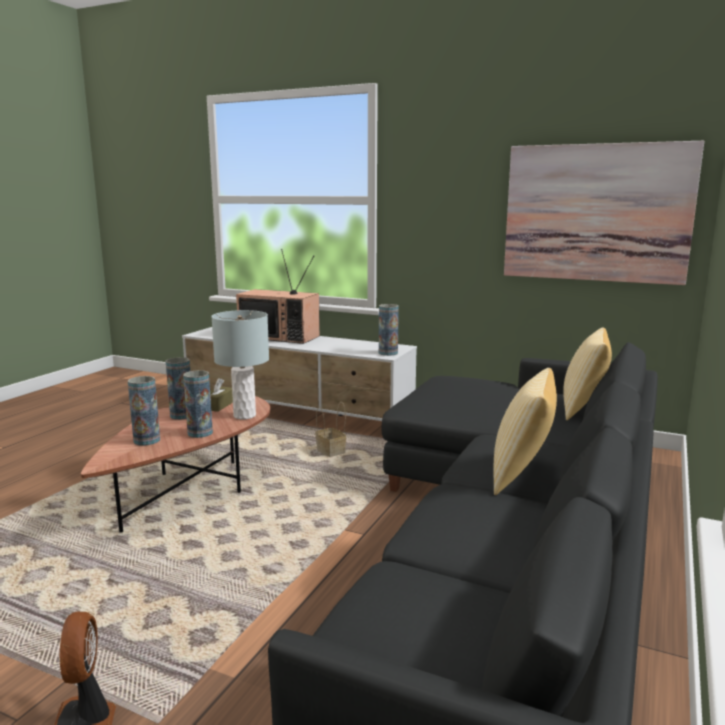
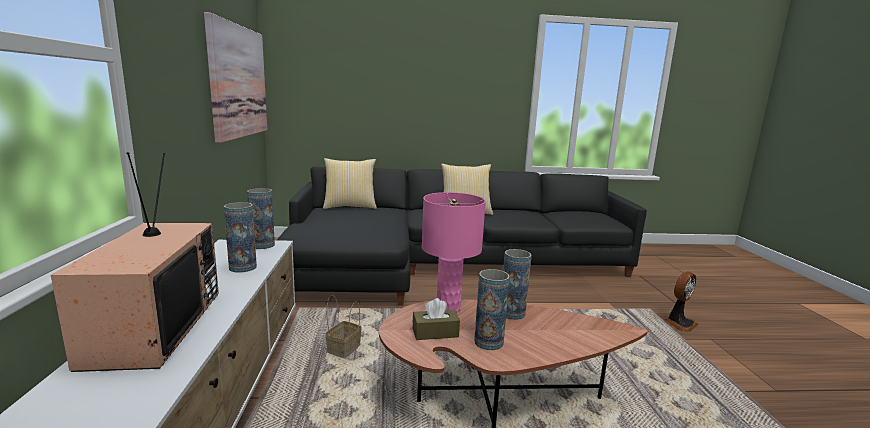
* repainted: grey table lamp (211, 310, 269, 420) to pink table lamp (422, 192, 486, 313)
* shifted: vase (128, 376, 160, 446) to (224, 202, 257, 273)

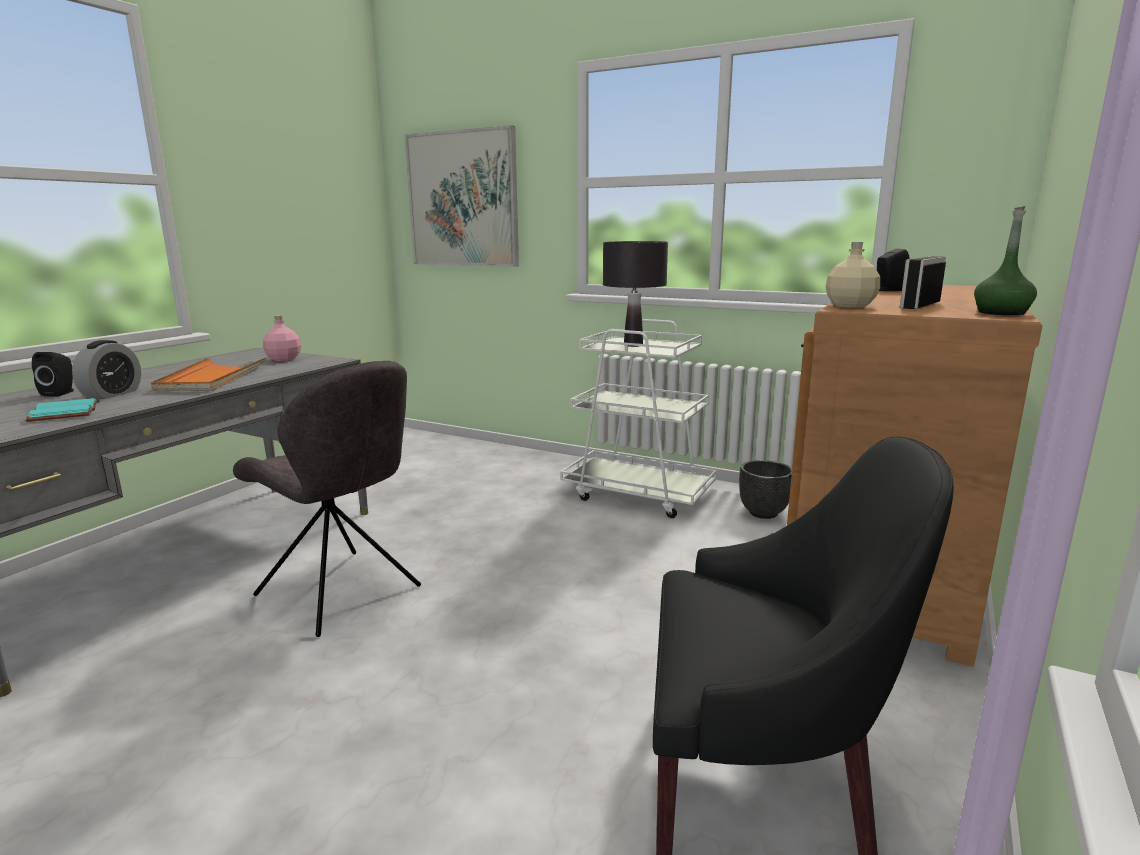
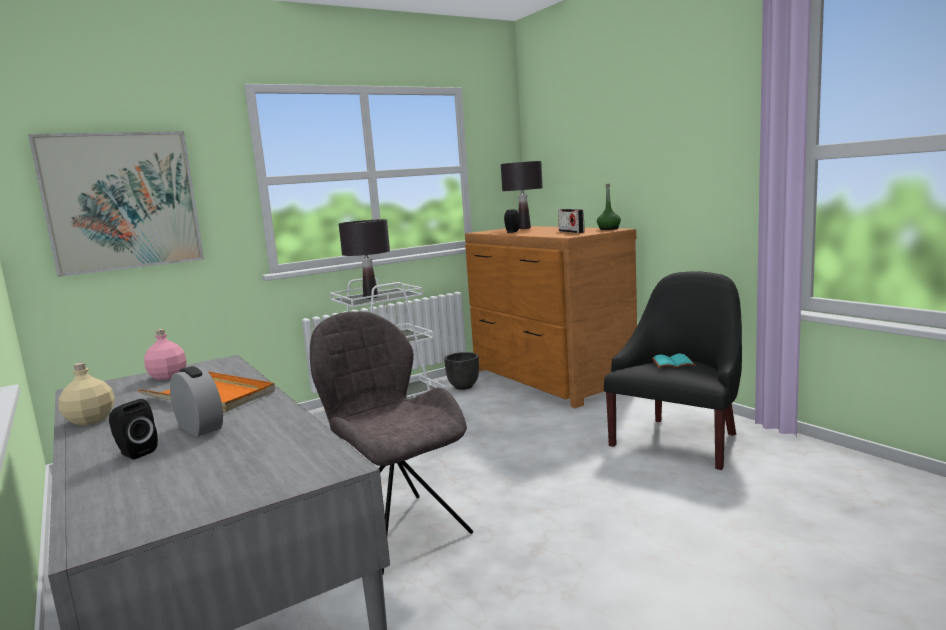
* shifted: beige bottle (826, 242, 880, 308) to (58, 362, 115, 426)
* rotated: grey chair (233, 361, 421, 637) = (310, 312, 473, 575) 105 degrees counterclockwise
* shifted: turquoise book (25, 398, 99, 422) to (652, 354, 696, 368)
* new: black table lamp (501, 161, 543, 229)

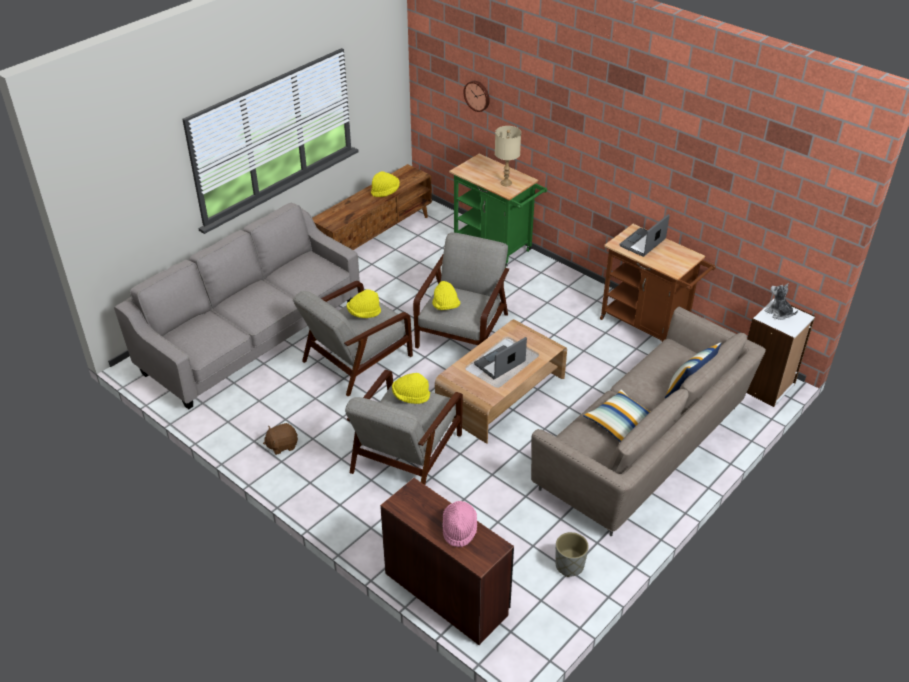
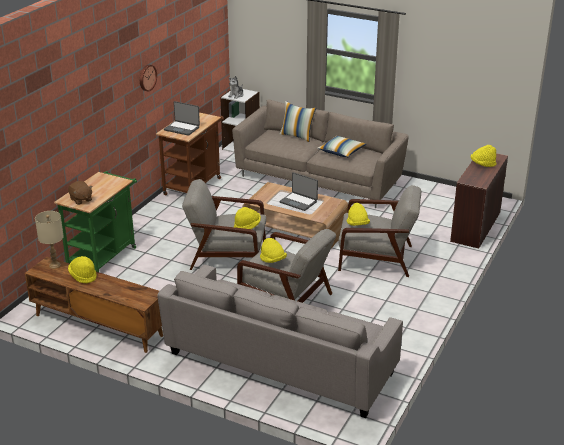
* shifted: wall clock (463, 81, 490, 112) to (140, 65, 157, 91)
* shifted: beige table lamp (495, 126, 521, 186) to (35, 211, 64, 269)
* shifted: brown plush toy (263, 423, 298, 455) to (68, 181, 93, 205)
* repainted: pink hat (442, 501, 477, 547) to yellow hat (471, 145, 496, 167)
* gone: grey planter (555, 532, 589, 577)

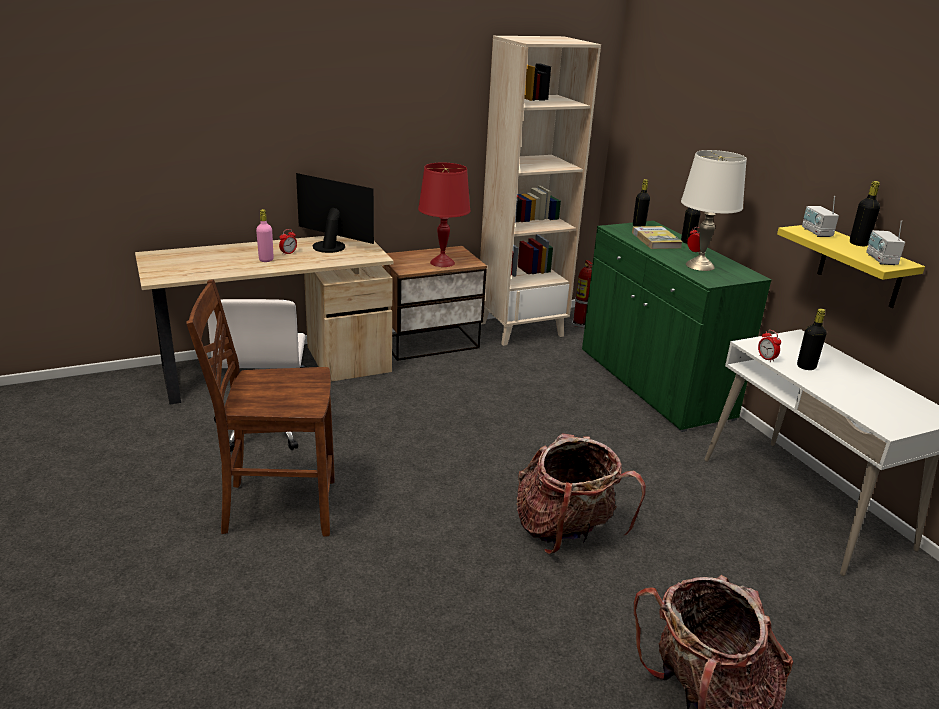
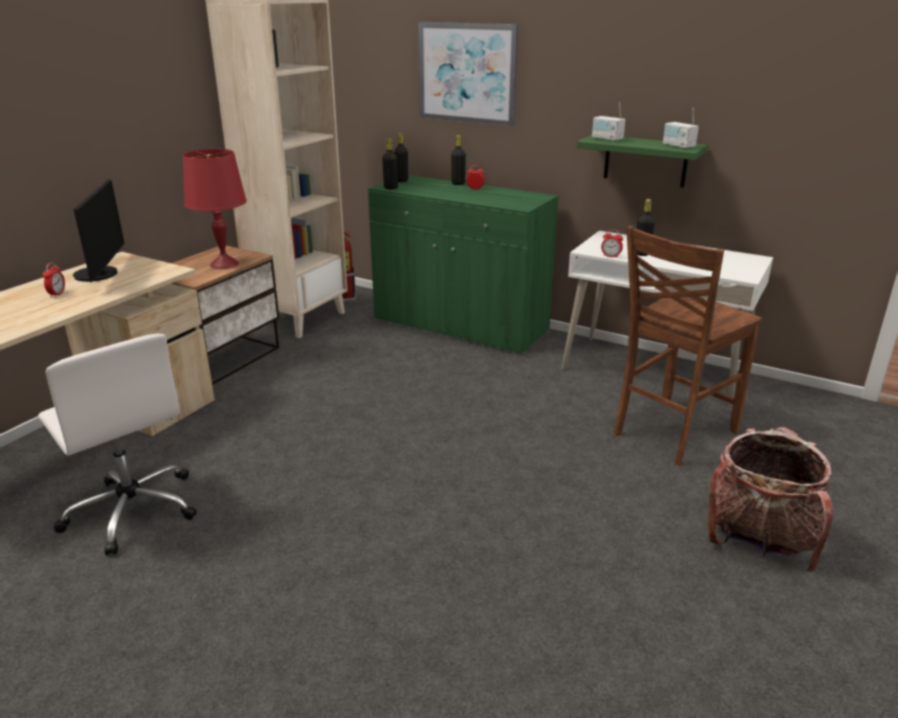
* gone: white table lamp (681, 150, 747, 271)
* rotated: monitor (296, 173, 374, 253) = (73, 179, 125, 283) 90 degrees clockwise
* shifted: black bottle (850, 181, 880, 246) to (382, 139, 398, 189)
* gone: pink bottle (256, 209, 274, 262)
* repainted: yellow shelf (777, 225, 925, 308) to green shelf (576, 135, 707, 188)
* gone: book (632, 226, 683, 249)
* shifted: brown chair (186, 279, 335, 537) to (614, 226, 762, 466)
* gone: backpack (516, 433, 646, 554)
* new: picture (418, 22, 518, 126)

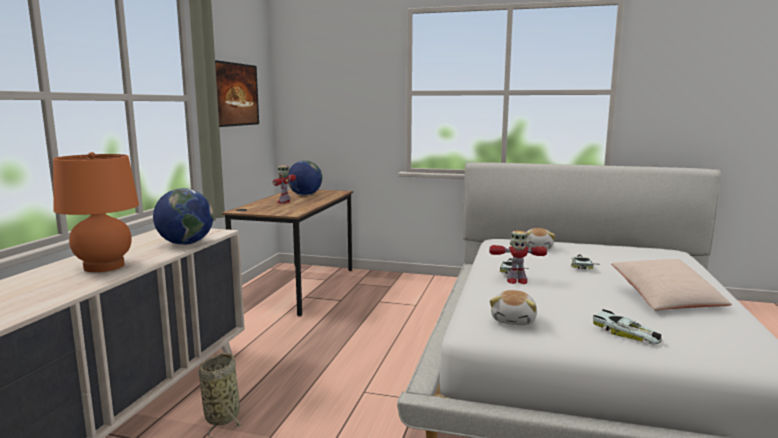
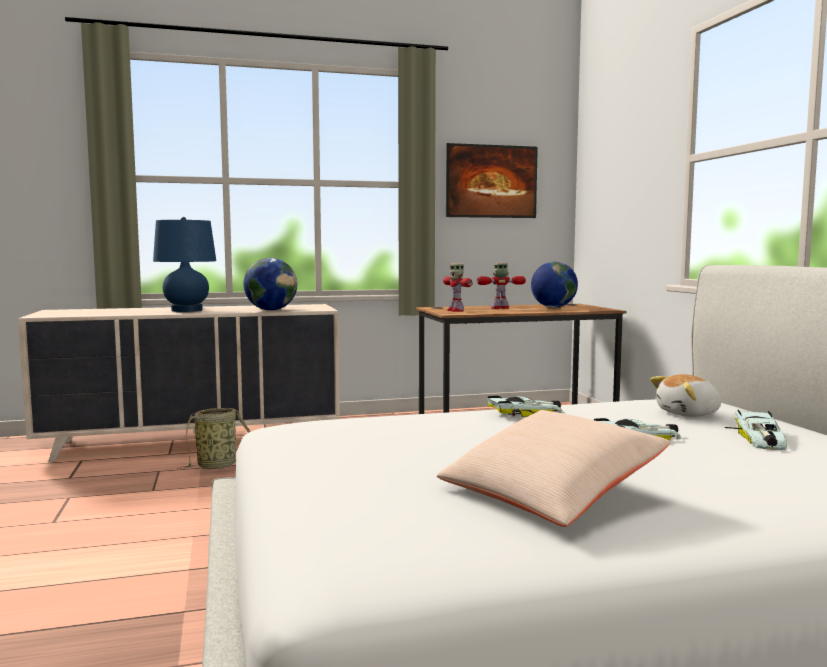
* repainted: orange table lamp (53, 152, 139, 272) to blue table lamp (153, 217, 216, 312)
* shifted: toy robot (489, 231, 547, 284) to (443, 263, 473, 312)
* gone: plush toy (490, 290, 537, 326)
* shifted: toy car (593, 309, 662, 345) to (725, 410, 787, 450)

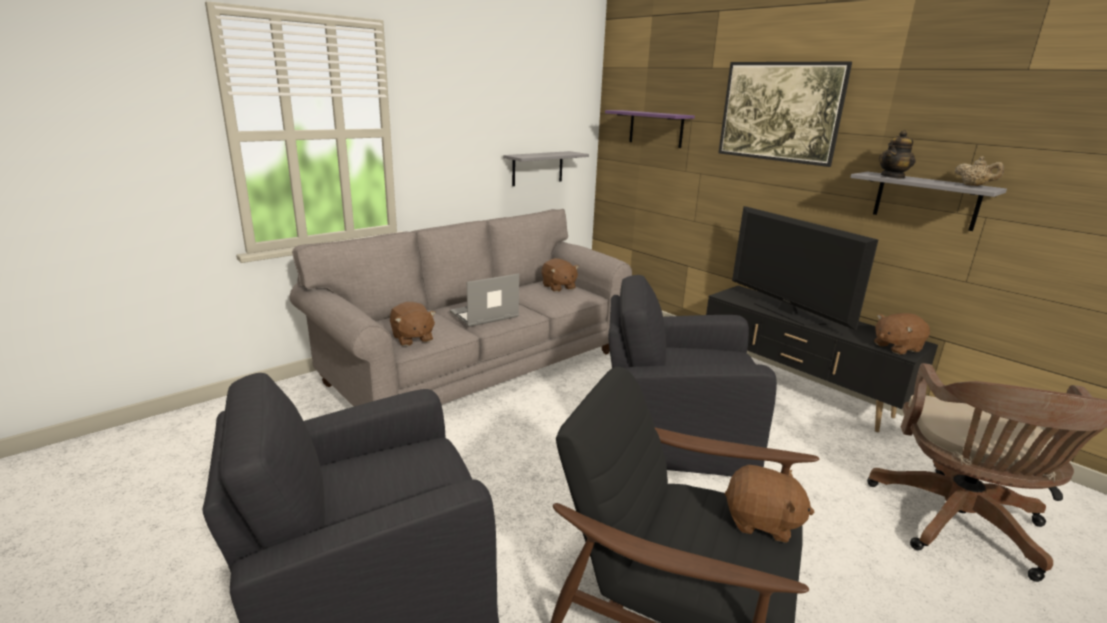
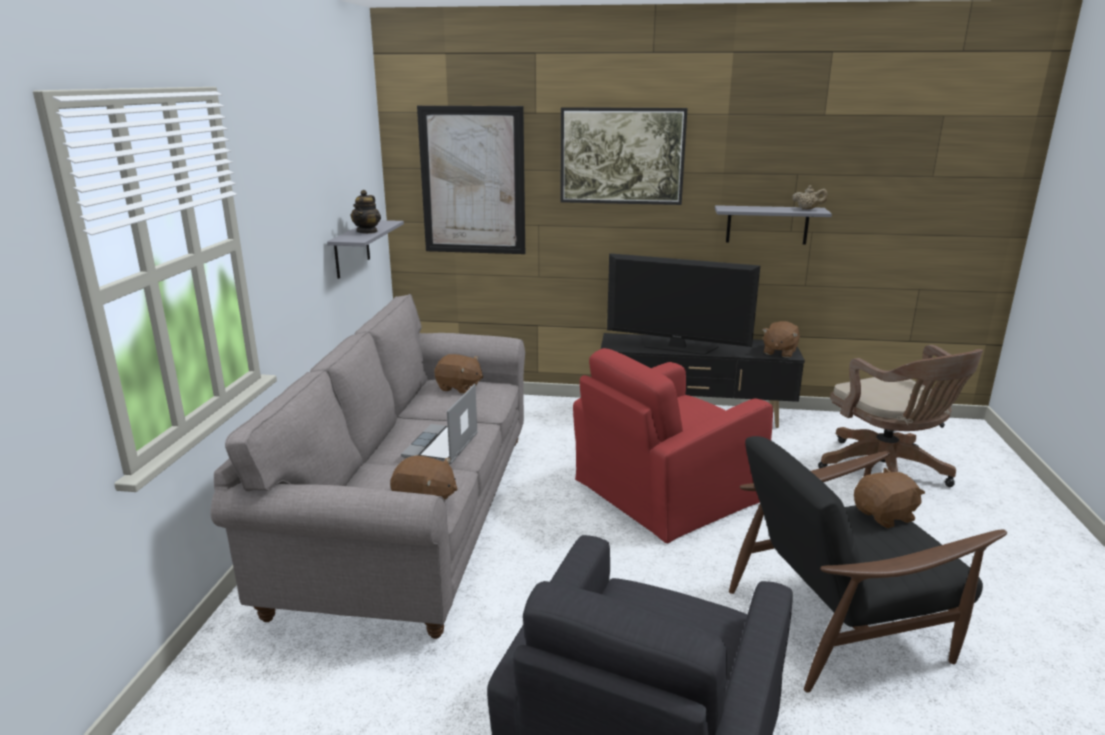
* swapped: purple shelf (605, 110, 695, 148) to picture (417, 106, 525, 254)
* shifted: teapot (879, 130, 916, 178) to (350, 190, 381, 234)
* repainted: black armchair (608, 275, 777, 476) to red armchair (573, 348, 773, 544)

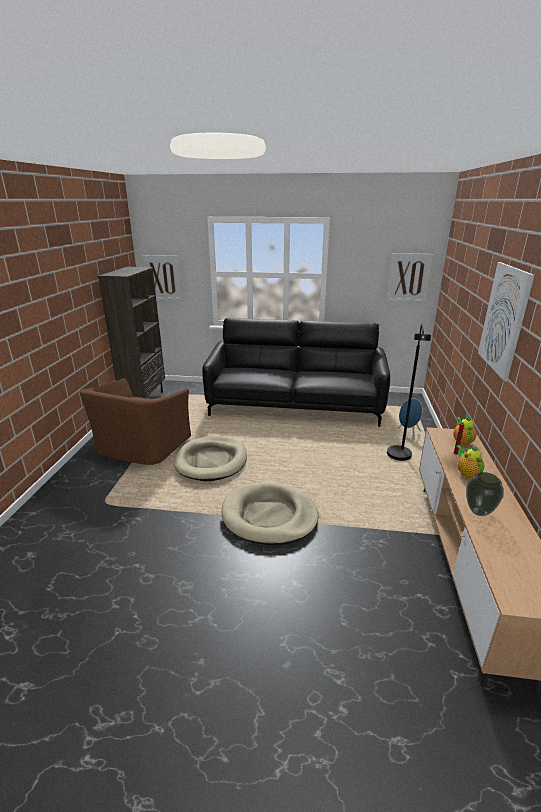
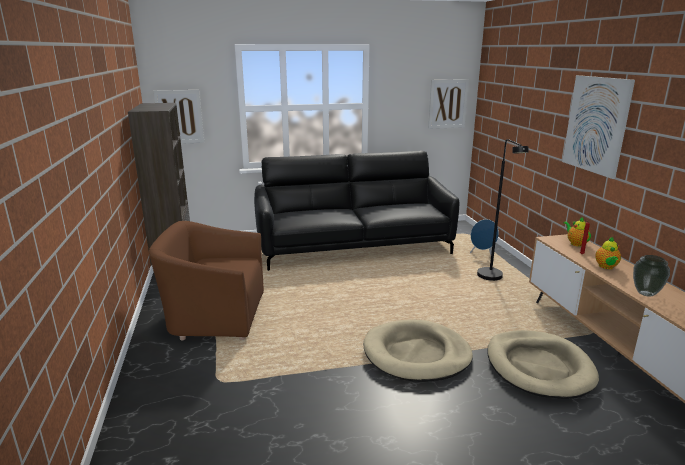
* rotated: brown armchair (80, 378, 191, 465) = (149, 221, 264, 340) 90 degrees clockwise
* shifted: beige dog bed (174, 436, 247, 481) to (487, 330, 599, 399)
* rotated: teapot (456, 445, 484, 479) = (595, 237, 621, 269) 135 degrees counterclockwise

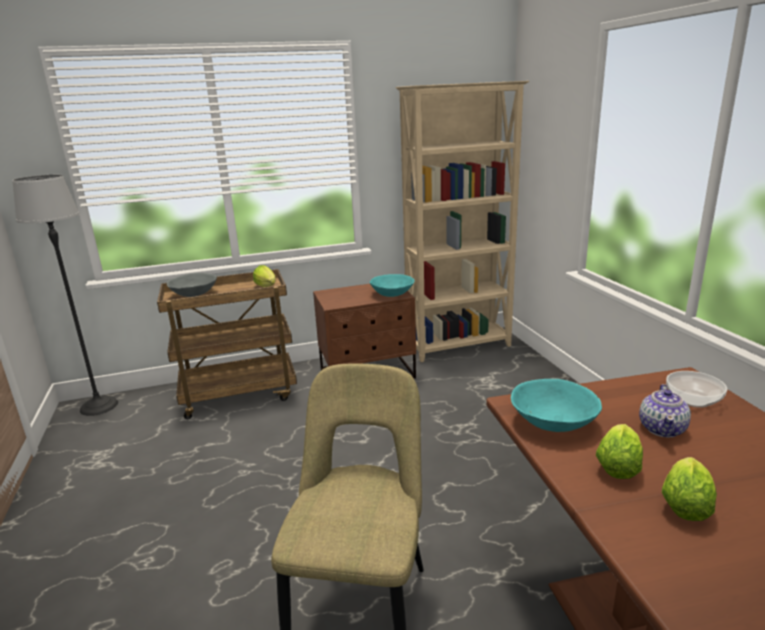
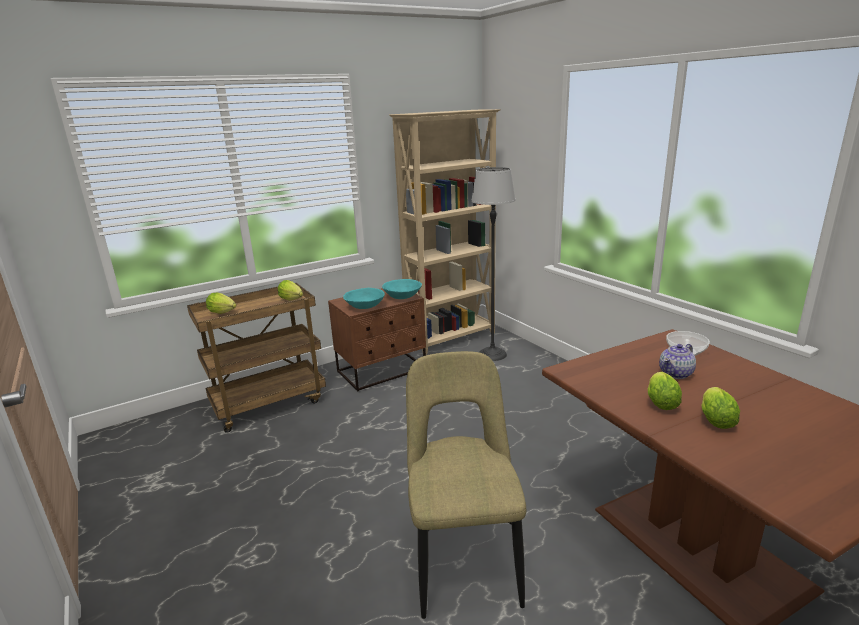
* shifted: floor lamp (12, 175, 118, 416) to (471, 167, 515, 361)
* swapped: grey bowl (167, 273, 217, 297) to lettuce (206, 293, 237, 314)
* shifted: turquoise bowl (511, 379, 602, 432) to (343, 288, 385, 309)
* rotated: teapot (639, 384, 691, 438) = (659, 344, 696, 379) 45 degrees clockwise

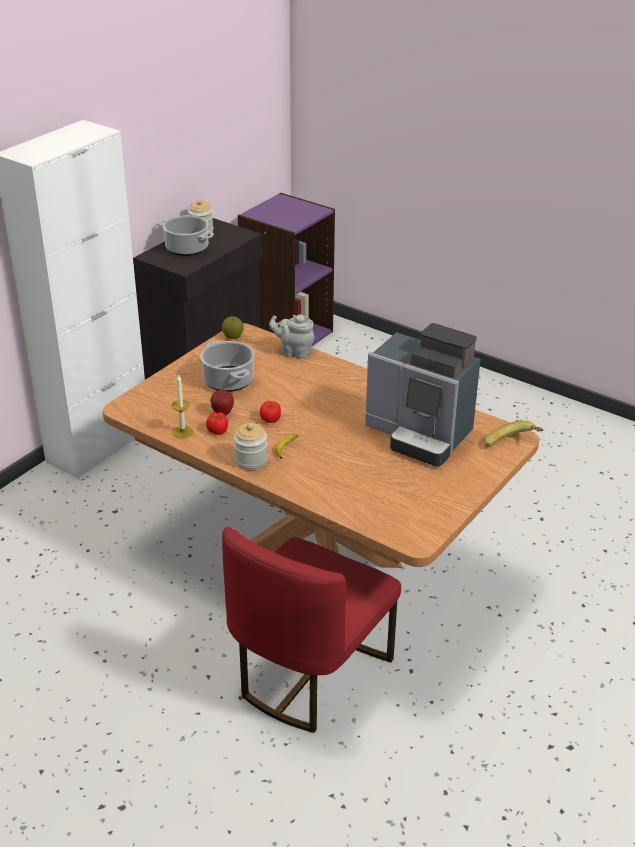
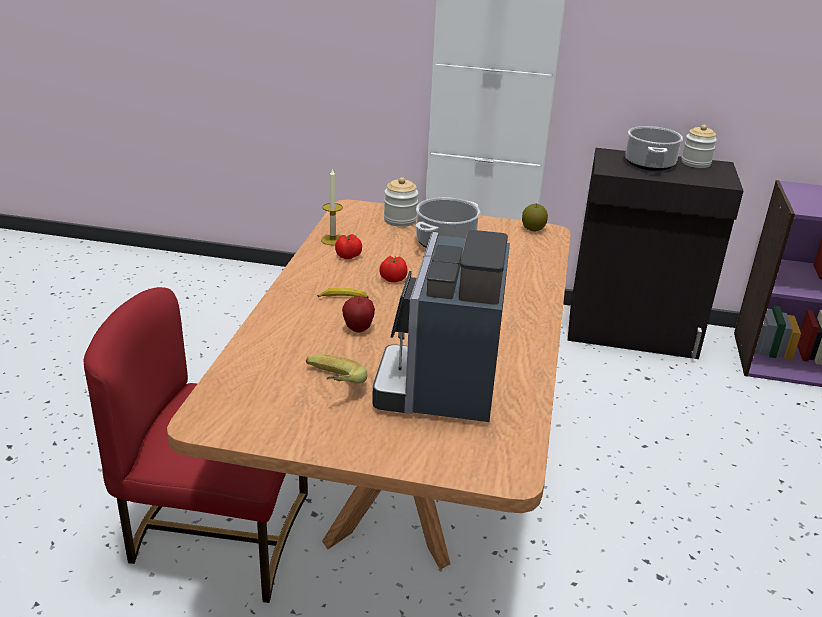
* gone: grey teapot (269, 315, 315, 359)
* shifted: apple (210, 390, 234, 415) to (342, 296, 375, 333)
* shifted: banana (485, 420, 543, 447) to (306, 354, 367, 384)
* shifted: jar (233, 423, 268, 470) to (384, 177, 418, 227)

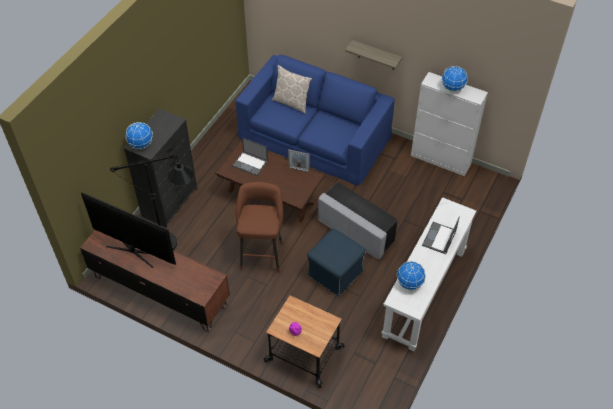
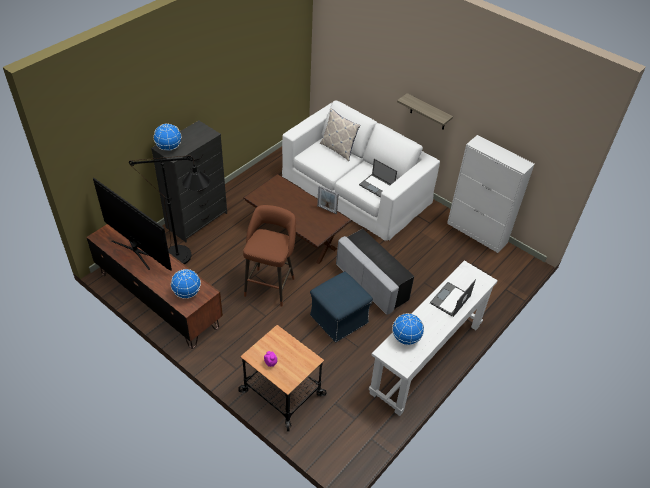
* repainted: blue sofa (236, 55, 395, 186) to white sofa (282, 101, 440, 241)
* shifted: globe (442, 66, 468, 91) to (171, 269, 201, 299)
* shifted: laptop (232, 137, 268, 176) to (359, 159, 397, 198)

